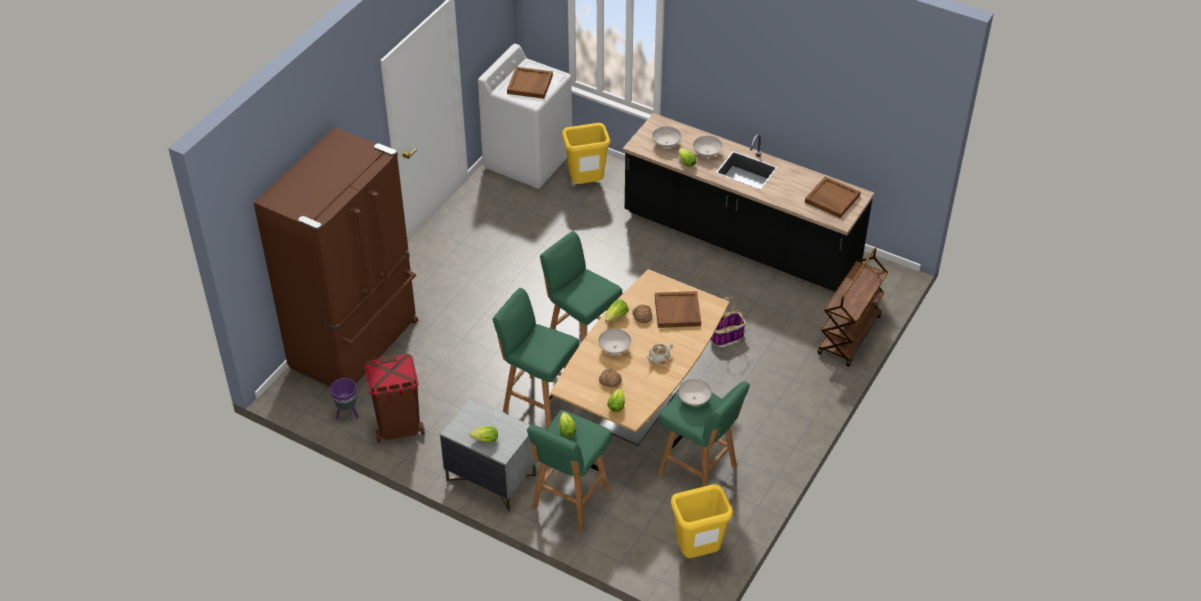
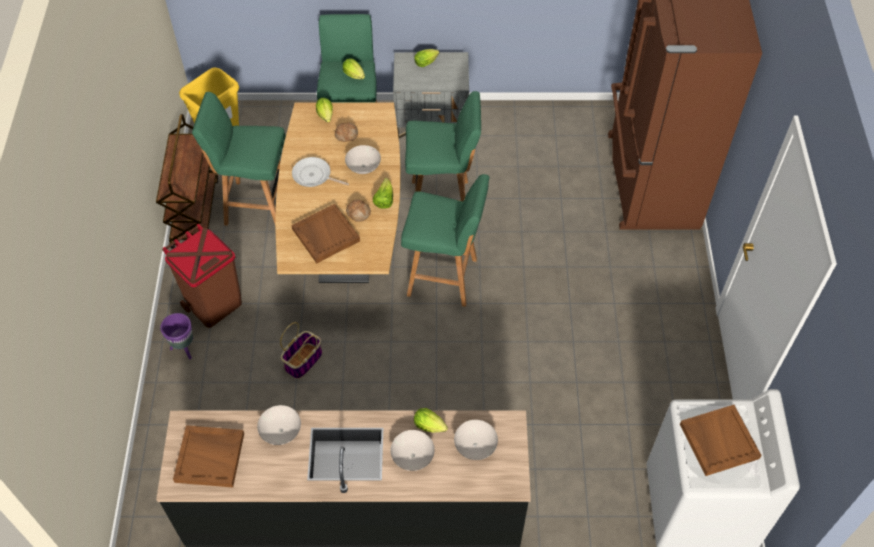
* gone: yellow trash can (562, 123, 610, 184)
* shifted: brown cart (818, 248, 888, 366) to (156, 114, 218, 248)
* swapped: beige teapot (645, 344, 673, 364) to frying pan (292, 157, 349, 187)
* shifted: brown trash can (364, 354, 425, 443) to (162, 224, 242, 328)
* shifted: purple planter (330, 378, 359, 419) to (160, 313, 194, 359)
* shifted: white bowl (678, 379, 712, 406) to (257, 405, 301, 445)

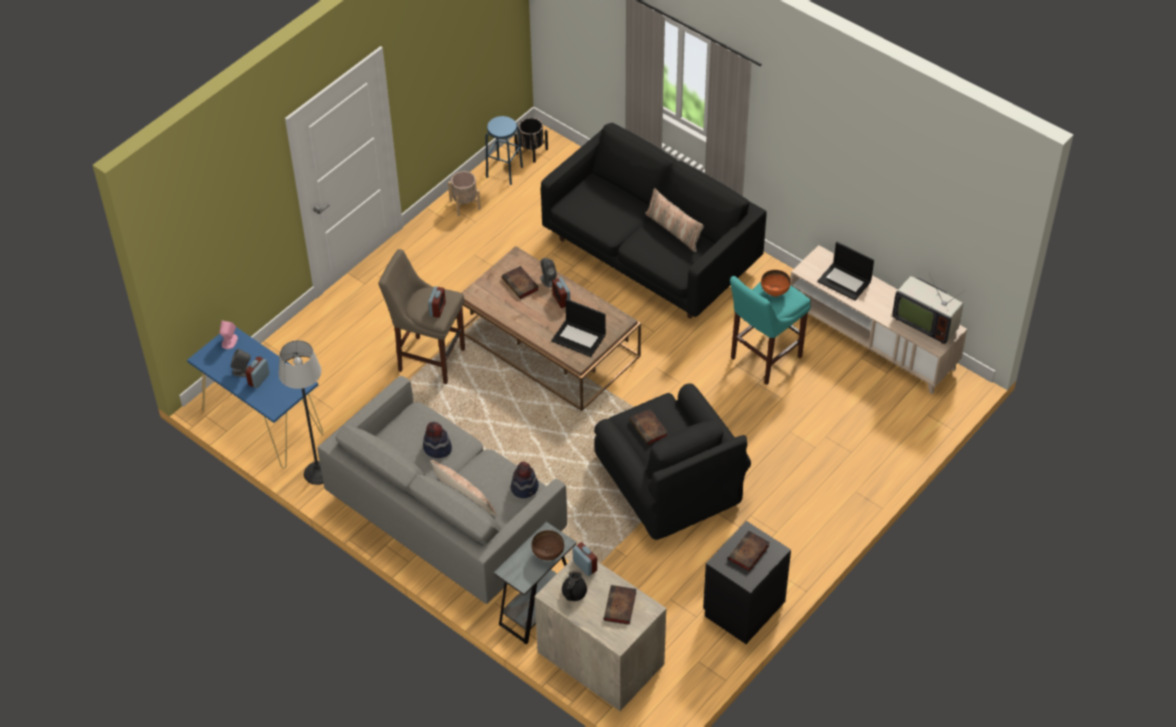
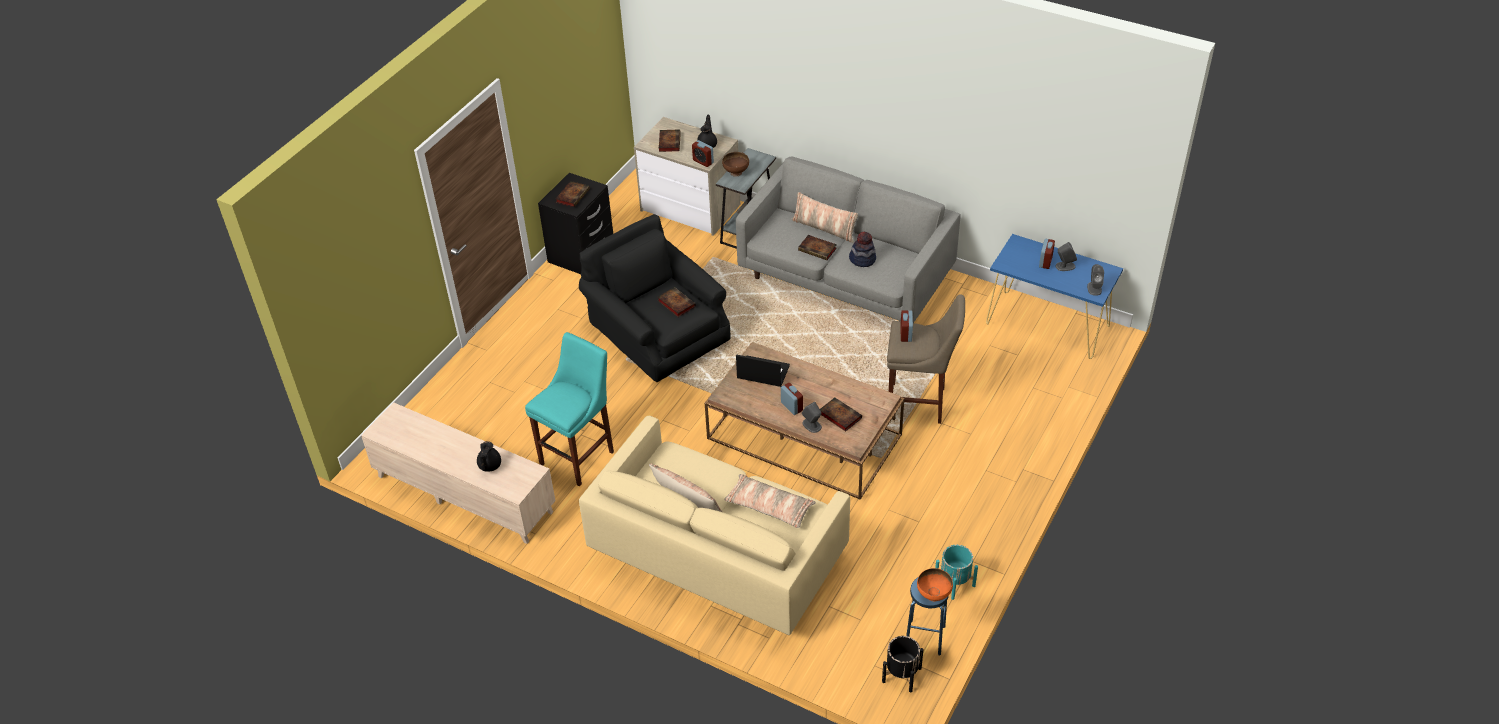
* repainted: black sofa (541, 123, 767, 319) to beige sofa (579, 416, 850, 635)
* repainted: beige planter (448, 171, 481, 216) to turquoise planter (935, 545, 978, 600)
* swapped: laptop (817, 242, 874, 301) to black teapot (477, 441, 501, 472)
* shifted: orange bowl (761, 270, 791, 297) to (917, 568, 953, 602)
* gone: television (892, 274, 965, 344)
* repainted: pink speaker (219, 321, 238, 349) to grey speaker (1087, 264, 1104, 296)
* gone: floor lamp (279, 340, 324, 485)
* gone: hat (511, 462, 539, 498)
* new: book (798, 235, 837, 260)
* new: pillow (724, 474, 816, 528)

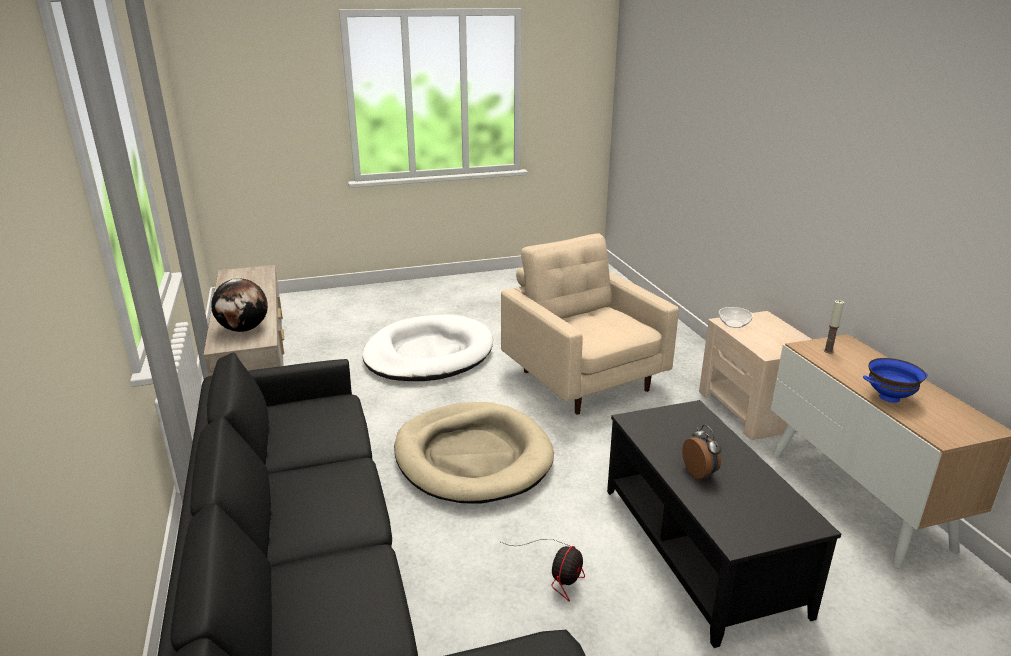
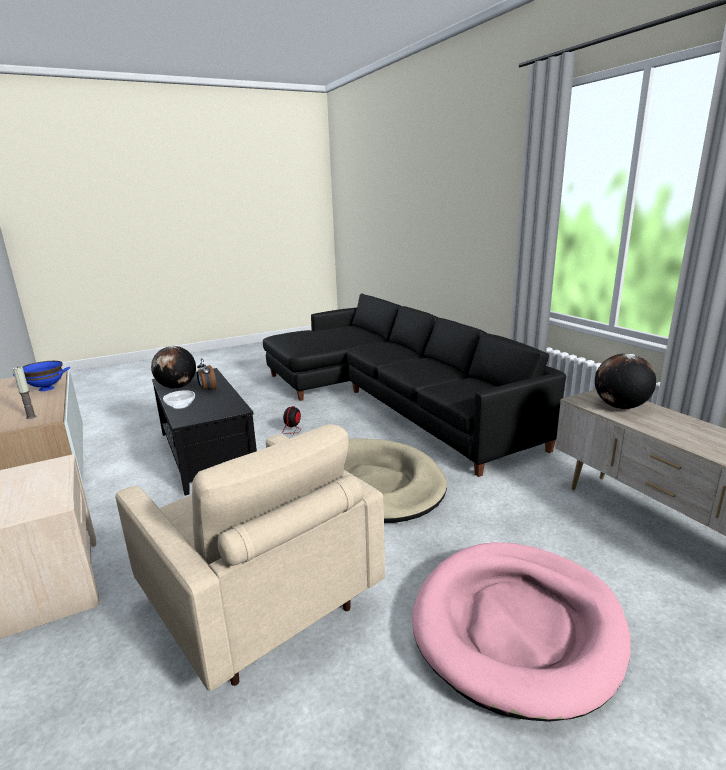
* shifted: bowl (719, 307, 753, 328) to (163, 390, 195, 409)
* repainted: white dog bed (362, 314, 493, 381) to pink dog bed (412, 542, 631, 722)
* new: globe (151, 346, 196, 389)

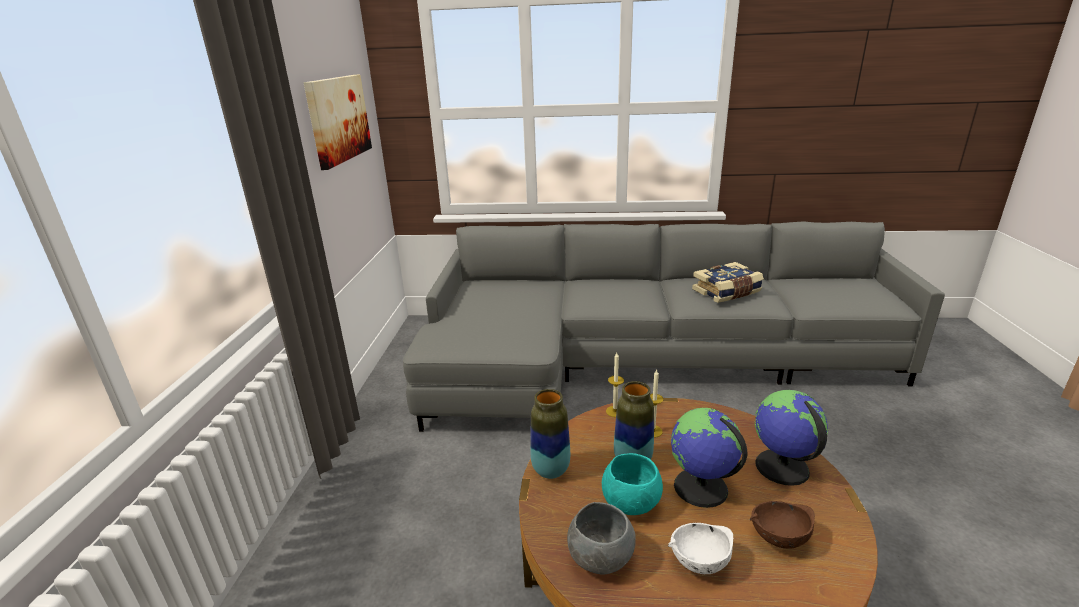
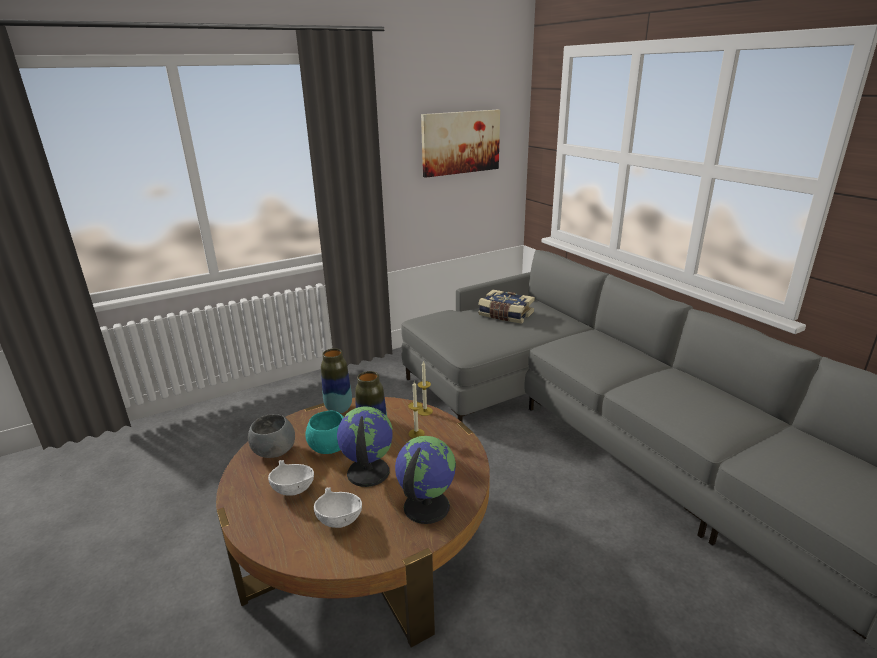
* shifted: book (692, 262, 764, 303) to (478, 290, 535, 324)
* repainted: brown bowl (750, 501, 815, 549) to white bowl (314, 487, 362, 528)

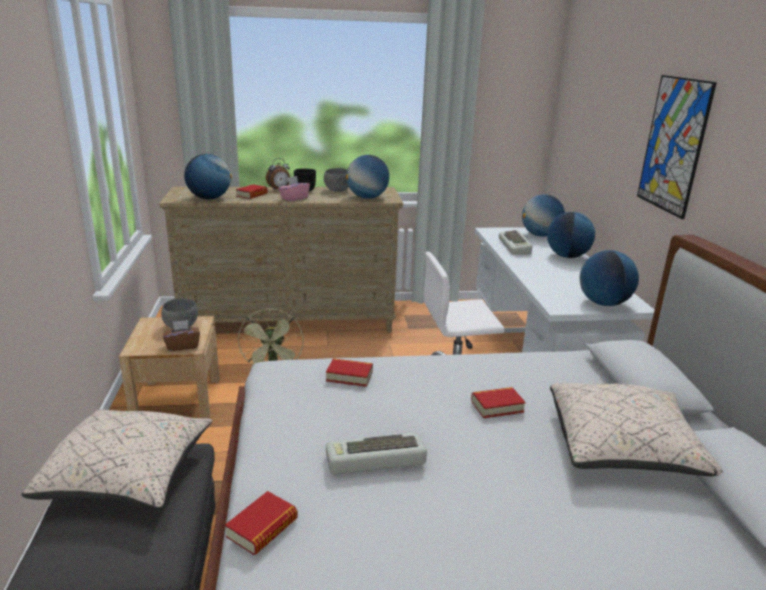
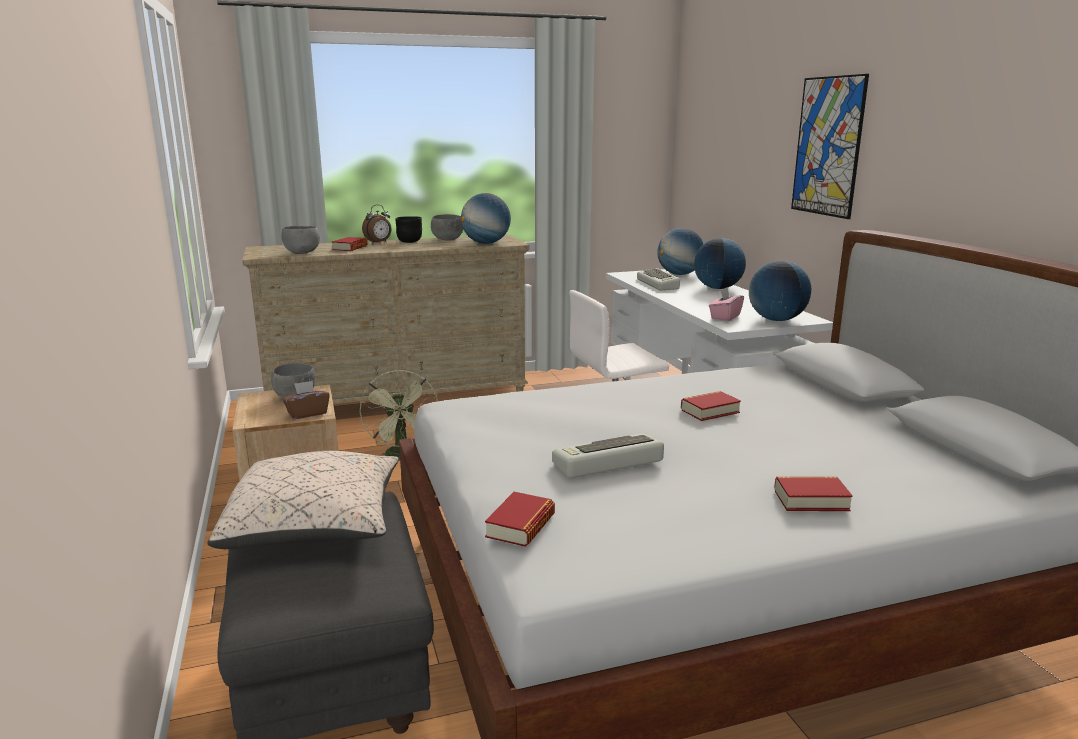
* swapped: globe (184, 154, 232, 199) to grey bowl (281, 226, 320, 254)
* shifted: pink tissue box (278, 176, 310, 201) to (709, 287, 744, 321)
* shifted: book (326, 358, 373, 387) to (774, 477, 853, 511)
* gone: beige pillow (550, 383, 723, 476)

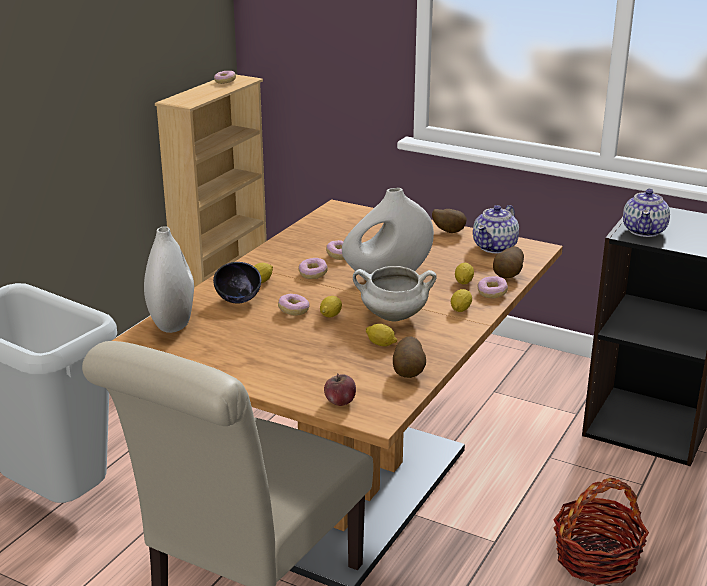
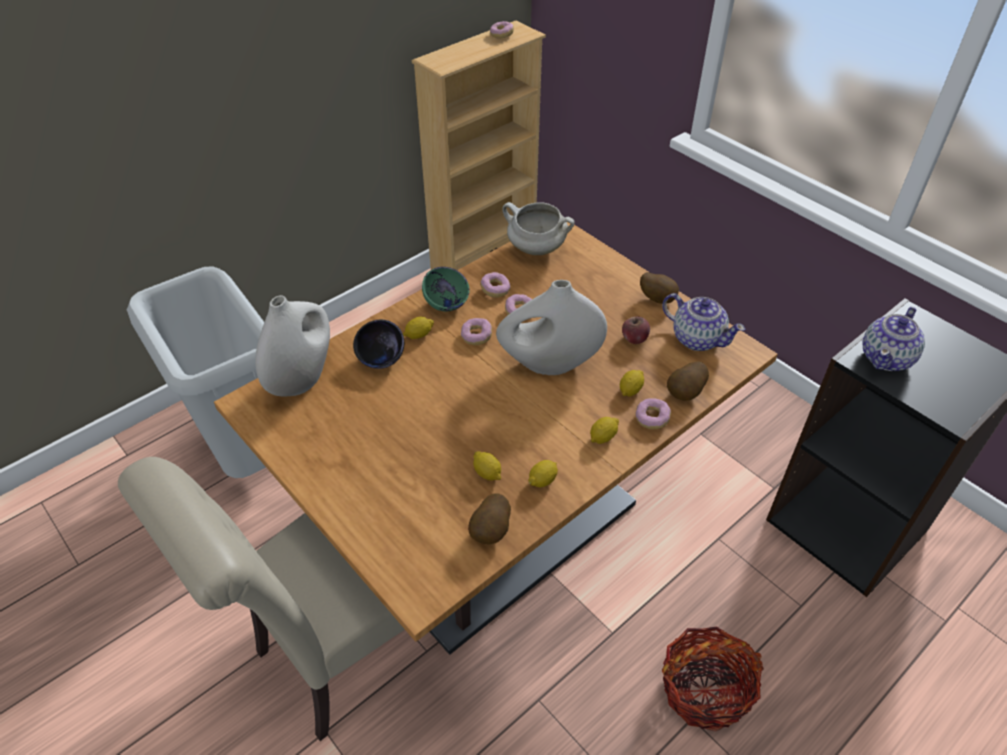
* rotated: teapot (473, 205, 519, 254) = (662, 293, 745, 351) 105 degrees counterclockwise
* shifted: white cooking pot (353, 266, 437, 322) to (502, 202, 575, 255)
* shifted: donut (278, 294, 310, 316) to (480, 272, 511, 298)
* shifted: lemon (320, 296, 342, 317) to (528, 460, 558, 487)
* shifted: apple (324, 374, 356, 406) to (622, 317, 650, 344)
* new: green bowl (422, 267, 470, 311)

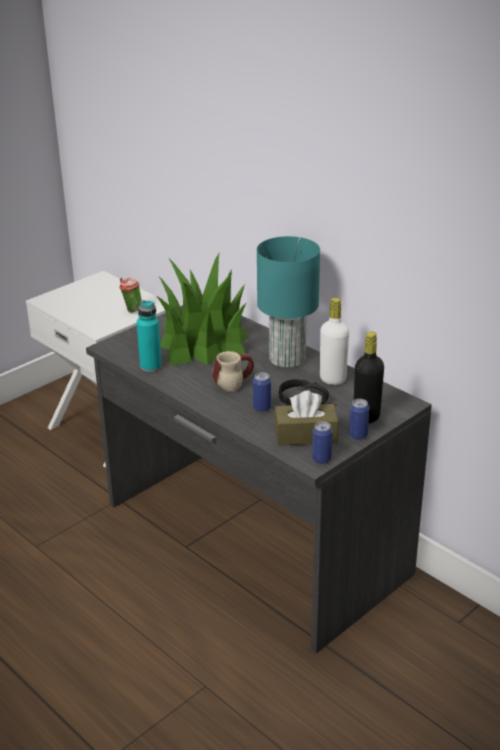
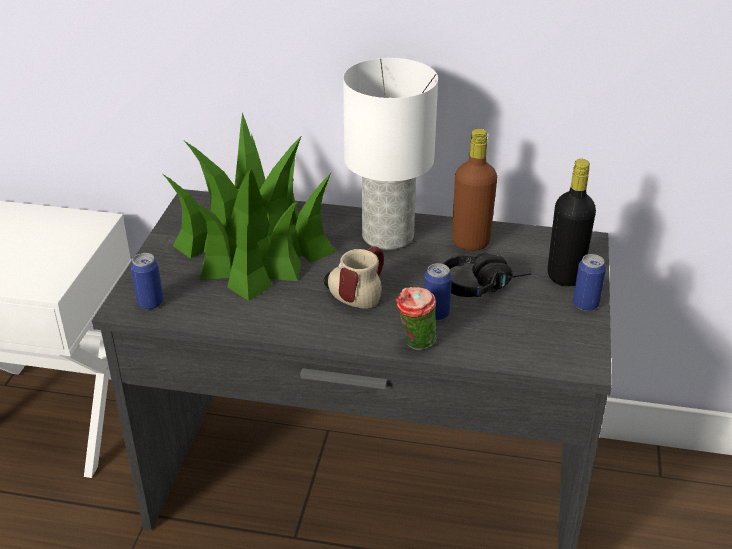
* repainted: turquoise table lamp (257, 236, 320, 368) to white table lamp (343, 58, 438, 250)
* shifted: cup (119, 278, 142, 313) to (396, 287, 437, 350)
* repainted: white bottle (320, 298, 349, 385) to brown bottle (452, 129, 497, 251)
* gone: turquoise bottle (137, 300, 162, 372)
* gone: brown tissue box (274, 390, 339, 446)
* shifted: can (312, 421, 333, 464) to (131, 253, 163, 310)

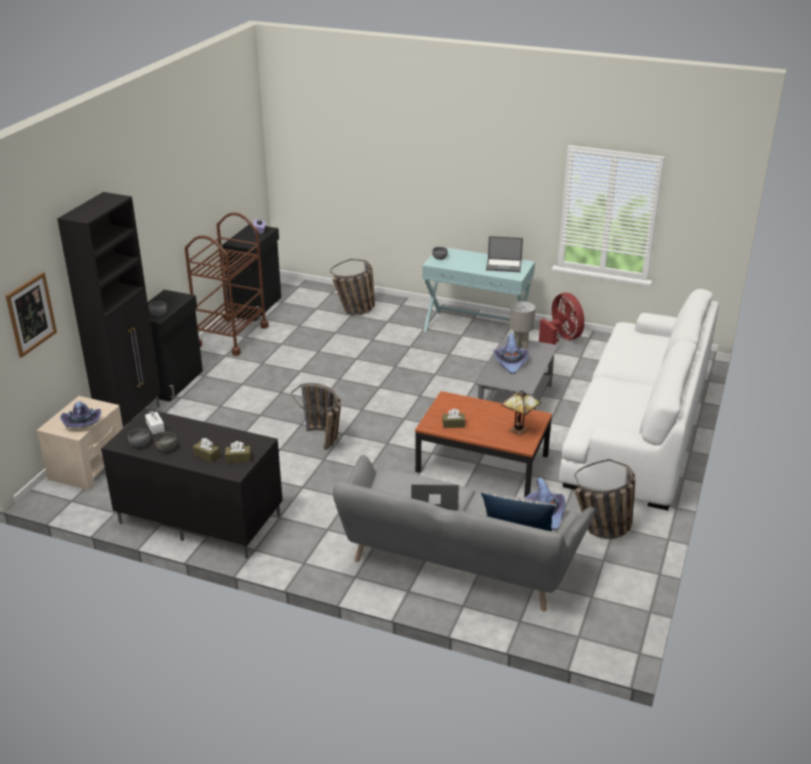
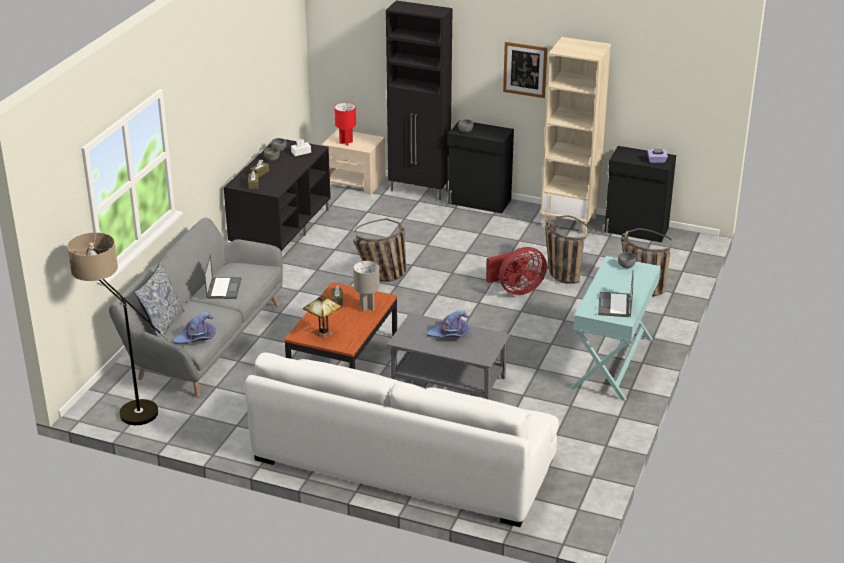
* swapped: brown cart (185, 213, 269, 356) to beige bookcase (541, 37, 611, 235)
* shifted: picture (6, 272, 57, 358) to (503, 42, 547, 98)
* shifted: red fan (539, 293, 585, 345) to (486, 247, 547, 295)
* shifted: grey table lamp (510, 301, 536, 349) to (353, 261, 380, 312)
* swapped: purple hat (60, 401, 101, 428) to red table lamp (334, 103, 356, 146)
* shifted: basket (574, 459, 636, 539) to (545, 215, 591, 284)
* new: floor lamp (67, 232, 169, 425)

